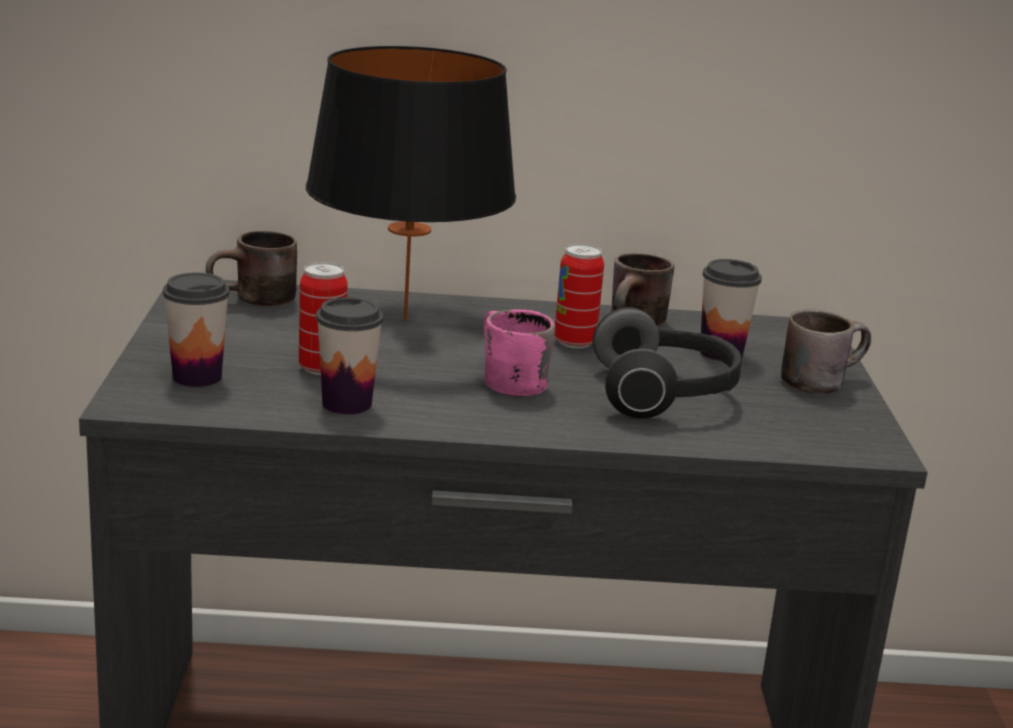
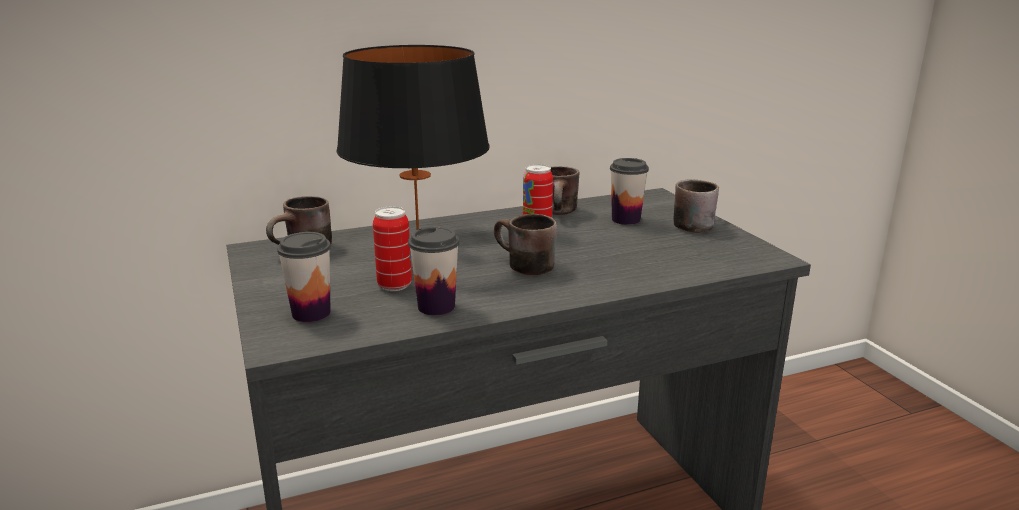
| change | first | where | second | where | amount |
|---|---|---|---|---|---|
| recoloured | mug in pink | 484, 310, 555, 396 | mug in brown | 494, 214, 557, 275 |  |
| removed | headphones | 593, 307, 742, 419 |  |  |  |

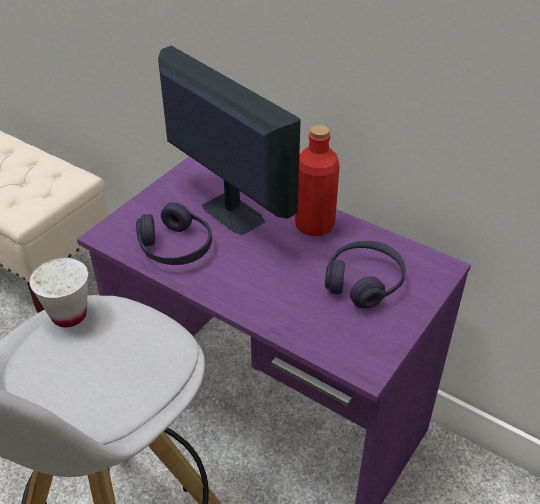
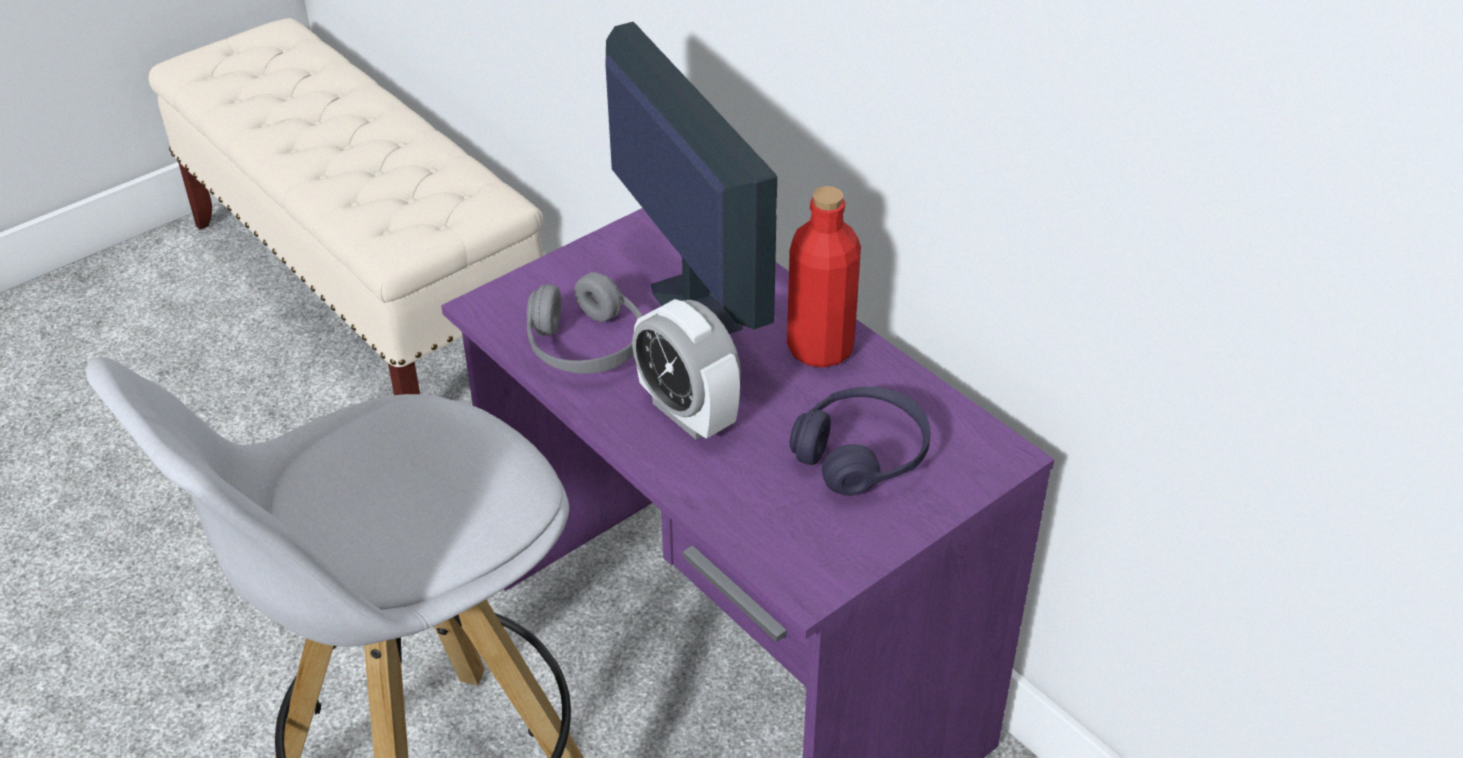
| change | first | where | second | where | amount |
|---|---|---|---|---|---|
| recoloured | headphones in purple | 136, 202, 212, 265 | headphones in grey | 527, 272, 642, 374 |  |
| added |  |  | alarm clock | 632, 299, 741, 440 |  |
| removed | cup in white | 29, 258, 88, 327 |  |  |  |

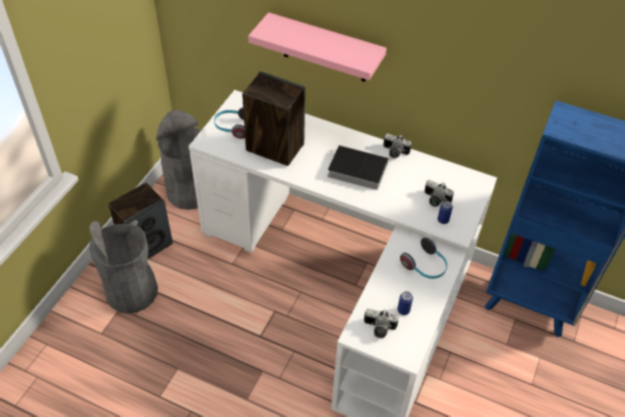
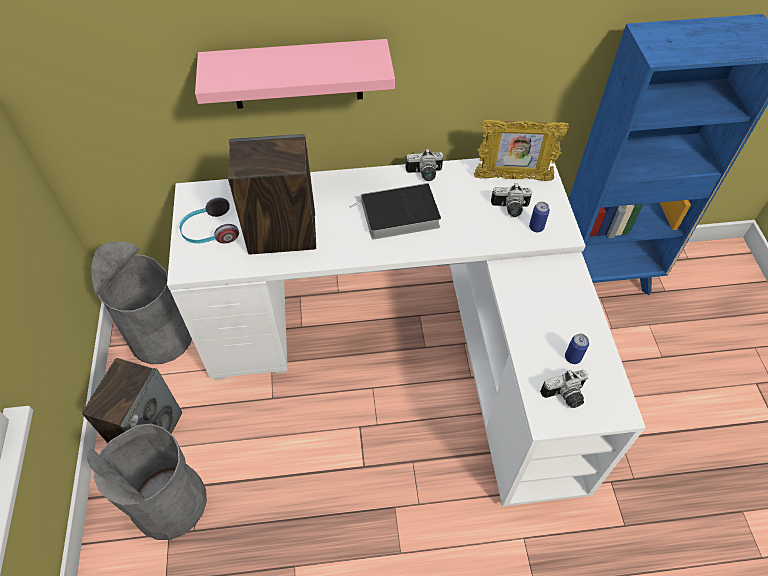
| change | first | where | second | where | amount |
|---|---|---|---|---|---|
| added |  |  | picture frame | 474, 120, 569, 181 |  |
| removed | headphones | 400, 237, 447, 279 |  |  |  |

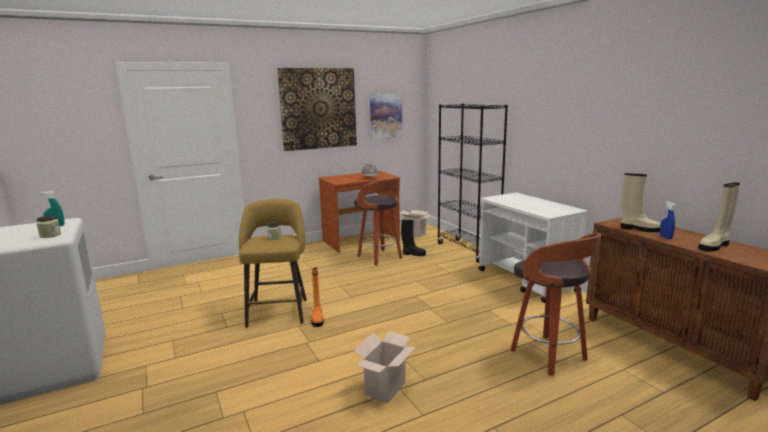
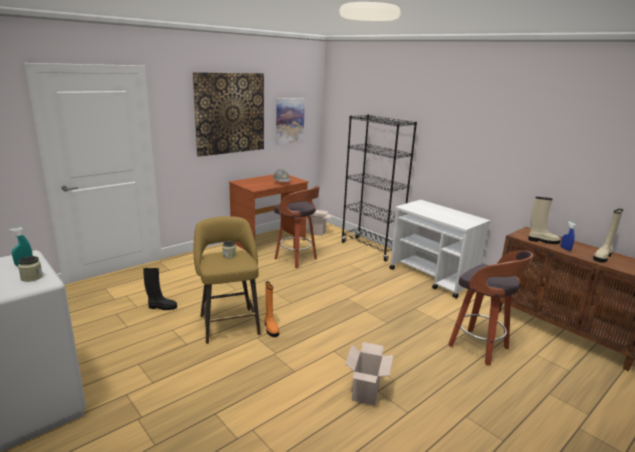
| change | first | where | second | where | amount |
|---|---|---|---|---|---|
| moved | boot in black | 401, 220, 426, 256 |  | 143, 268, 177, 310 |  |

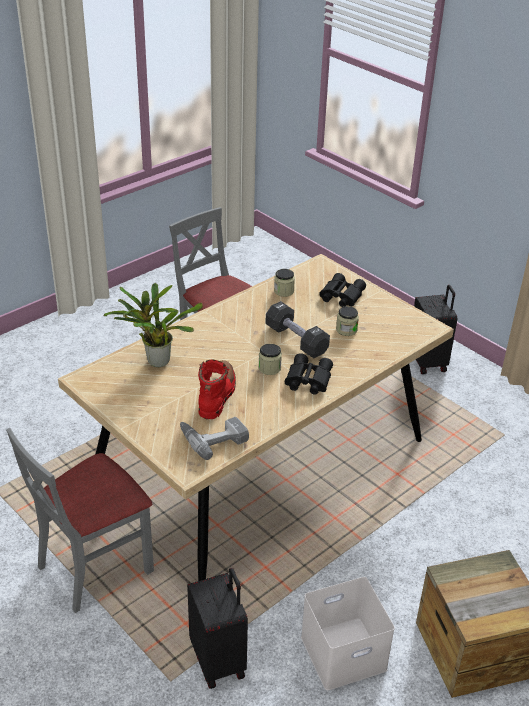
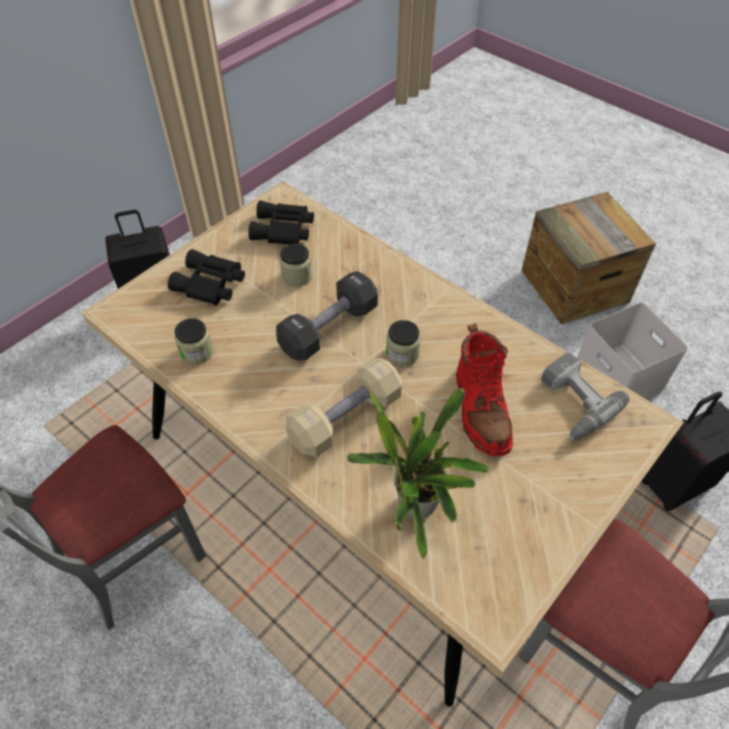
| change | first | where | second | where | amount |
|---|---|---|---|---|---|
| moved | binoculars in black | 285, 353, 333, 395 |  | 248, 200, 314, 245 |  |
| added |  |  | dumbbell in beige | 286, 358, 402, 457 |  |
| turned | boot in red | 198, 359, 236, 419 |  | 456, 323, 513, 456 | 105 degrees counterclockwise |

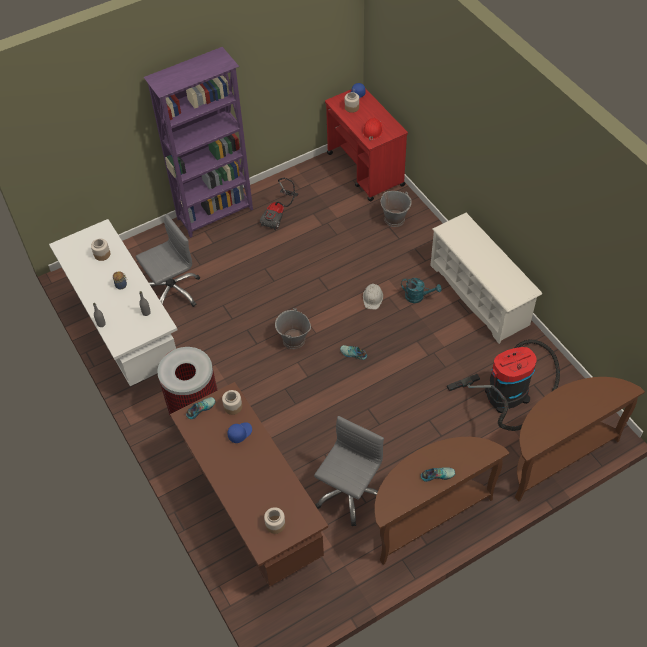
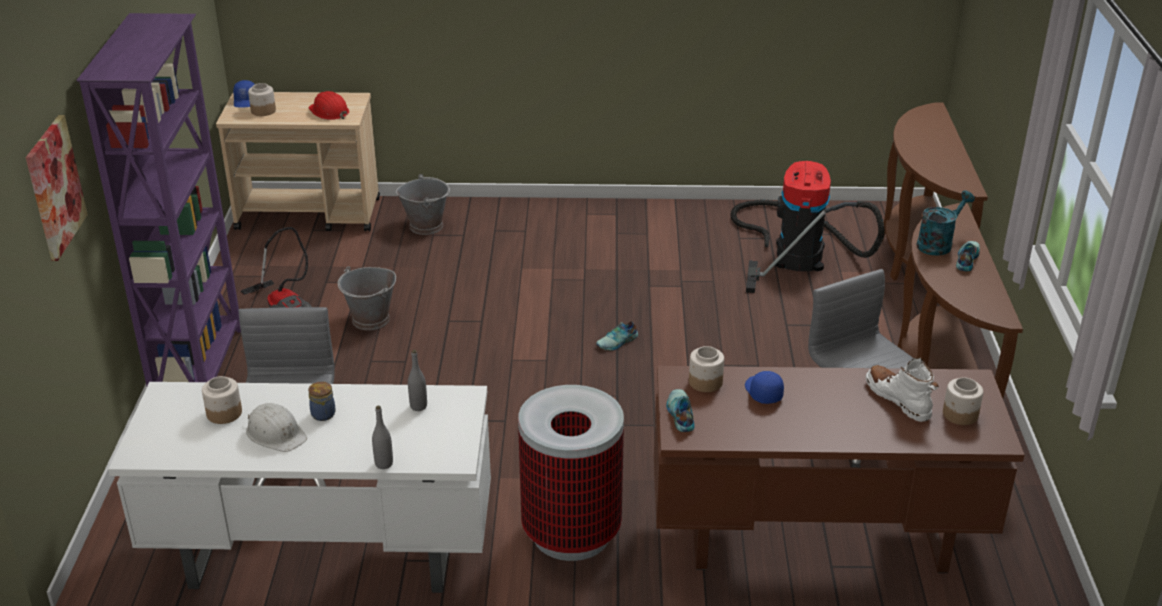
| change | first | where | second | where | amount |
|---|---|---|---|---|---|
| added |  |  | picture | 26, 115, 88, 261 |  |
| recoloured | cart in red | 325, 88, 408, 201 | cart in beige | 216, 92, 380, 231 |  |
| moved | hard hat in white | 363, 283, 383, 310 |  | 246, 403, 307, 452 |  |
| moved | bucket in grey | 275, 308, 311, 349 |  | 338, 266, 396, 330 |  |
| added |  |  | boot in white | 866, 358, 939, 422 |  |
| moved | watering can in turquoise | 401, 278, 442, 303 |  | 917, 190, 975, 255 |  |
| removed | shoe rack in white | 430, 213, 542, 344 |  |  |  |

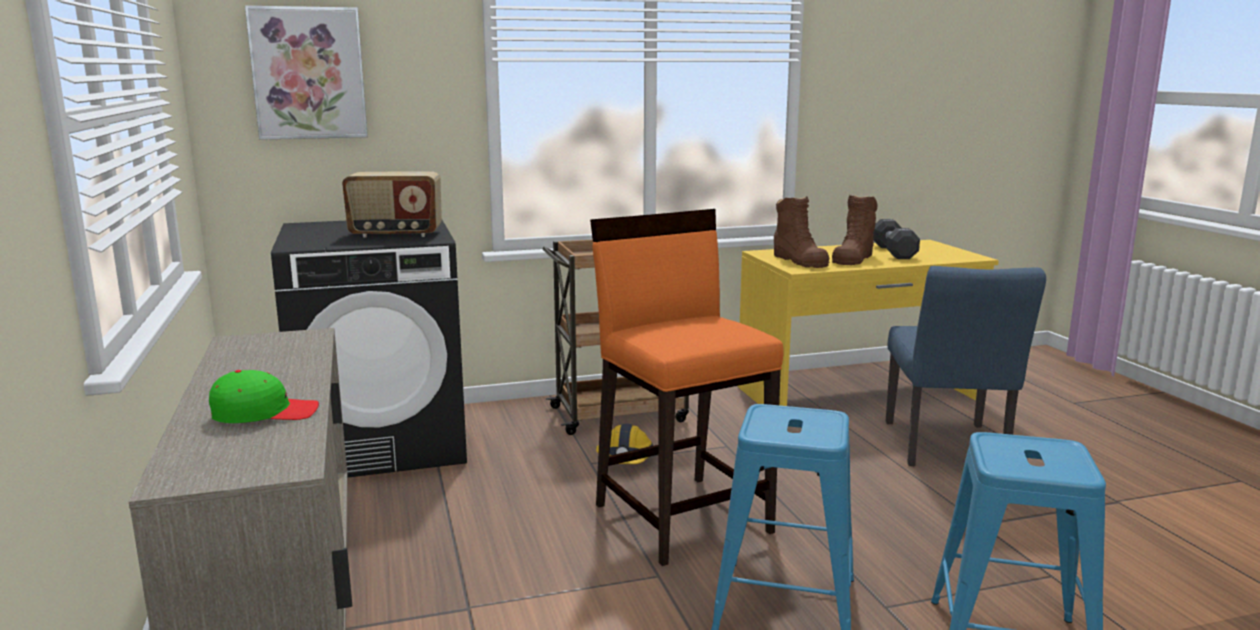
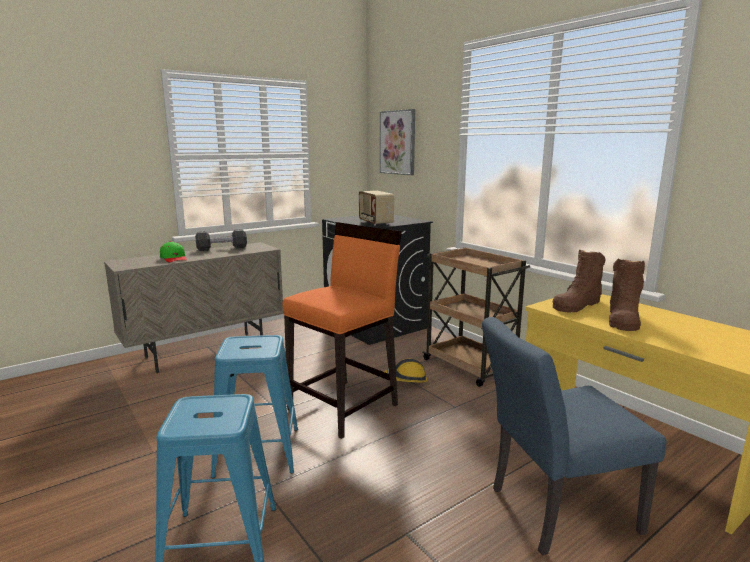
| change | first | where | second | where | amount |
|---|---|---|---|---|---|
| moved | dumbbell in black | 873, 219, 920, 259 |  | 195, 229, 247, 251 |  |
| turned | boot in brown | 832, 195, 878, 265 |  | 609, 259, 645, 331 | 75 degrees counterclockwise |

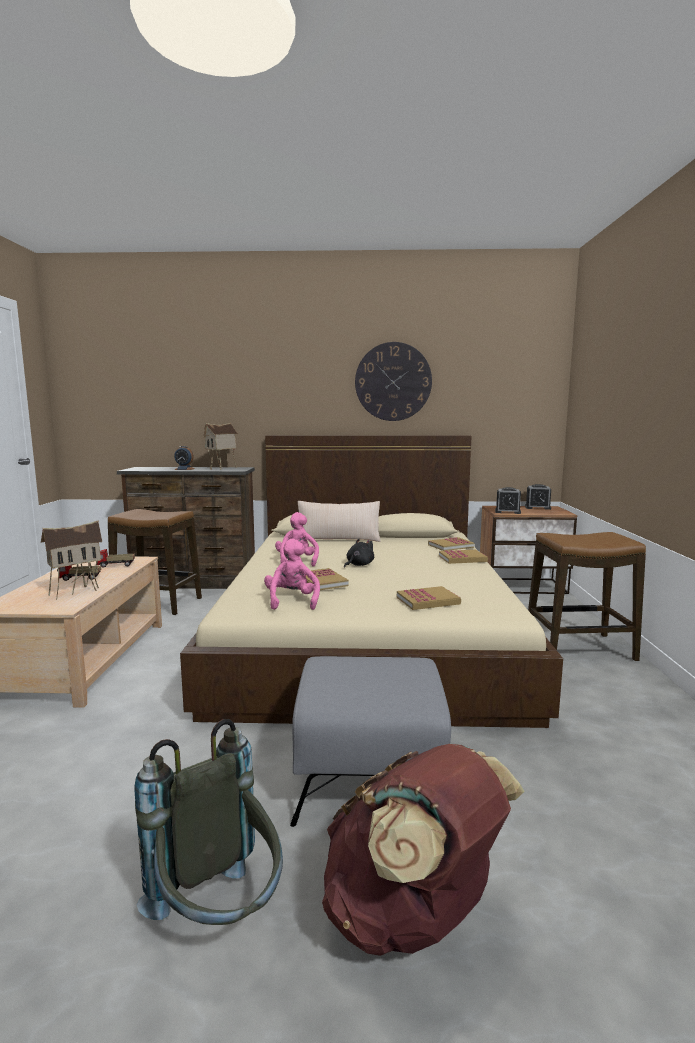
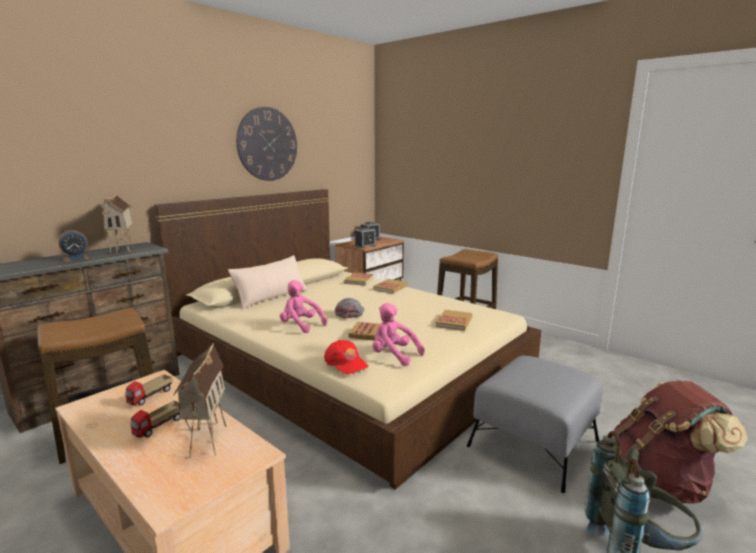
| change | first | where | second | where | amount |
|---|---|---|---|---|---|
| added |  |  | cap in red | 324, 340, 368, 374 |  |
| replaced | plush toy in black | 344, 539, 374, 568 | cap in grey | 335, 298, 365, 319 |  |

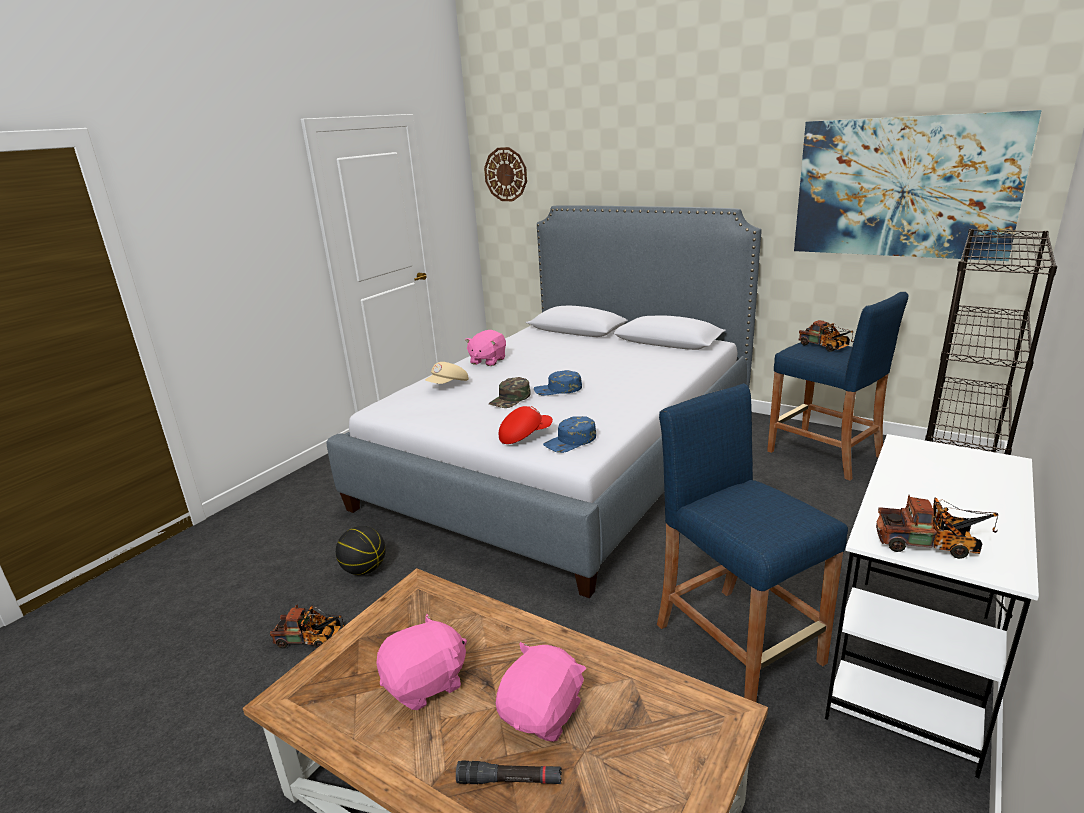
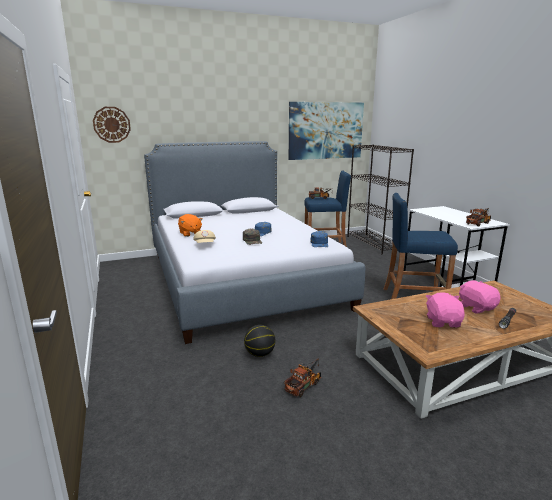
| change | first | where | second | where | amount |
|---|---|---|---|---|---|
| recoloured | plush toy in pink | 465, 330, 506, 366 | plush toy in orange | 178, 214, 202, 237 |  |
| removed | cap in red | 499, 406, 553, 444 |  |  |  |

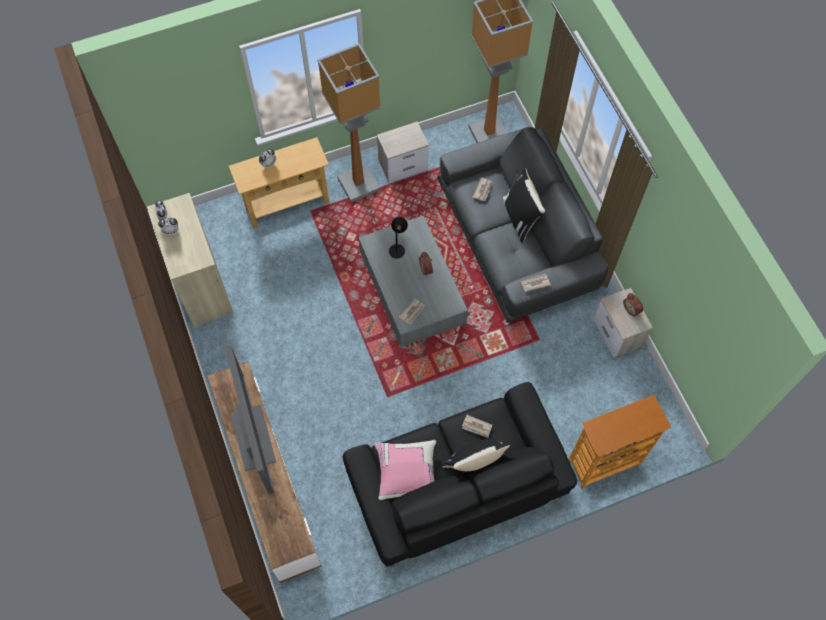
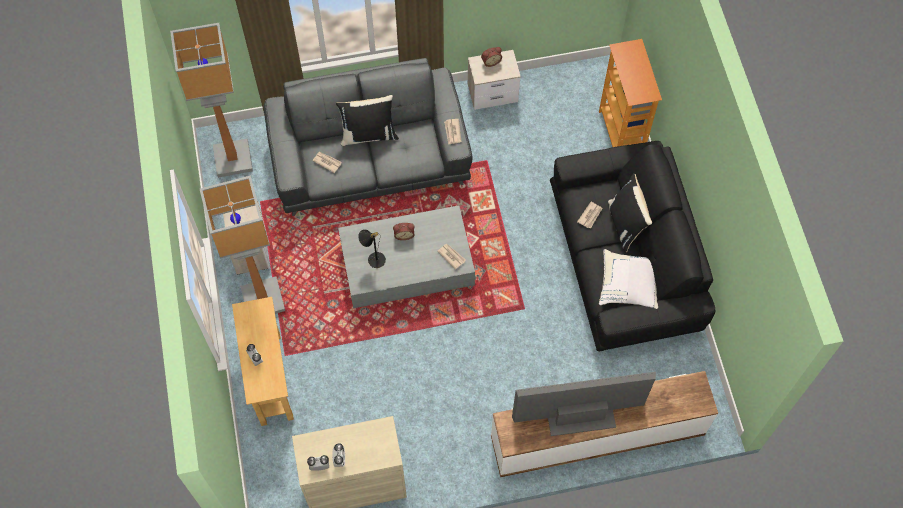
| change | first | where | second | where | amount |
|---|---|---|---|---|---|
| recoloured | pillow in pink | 374, 440, 437, 500 | pillow in white | 599, 249, 658, 309 |  |

